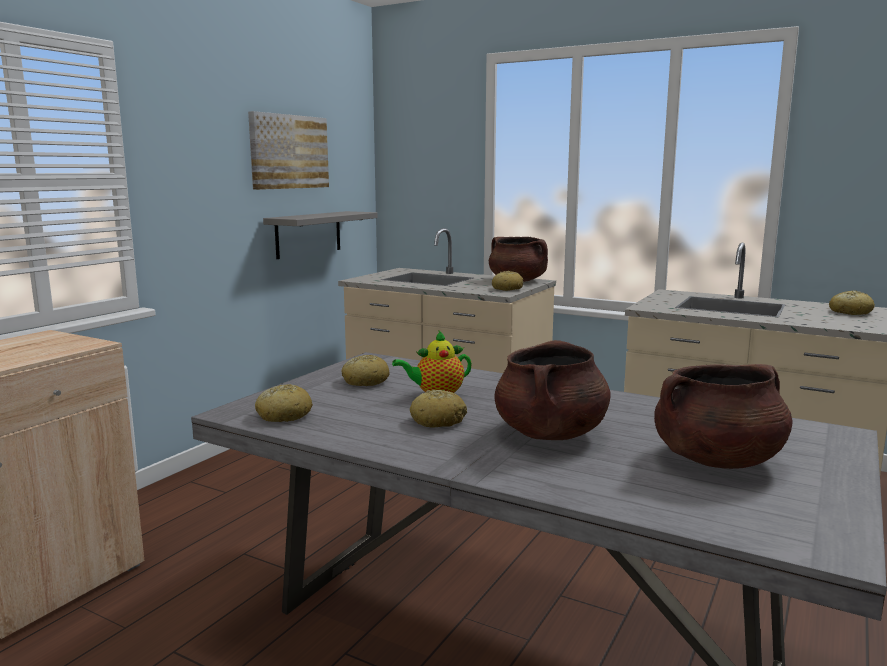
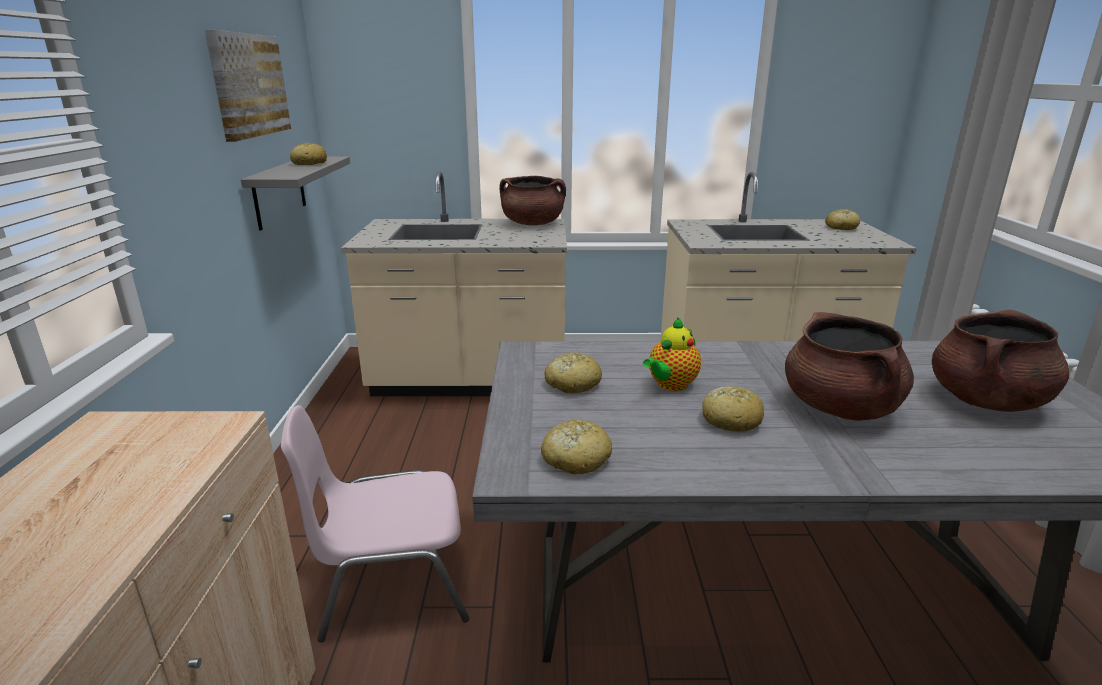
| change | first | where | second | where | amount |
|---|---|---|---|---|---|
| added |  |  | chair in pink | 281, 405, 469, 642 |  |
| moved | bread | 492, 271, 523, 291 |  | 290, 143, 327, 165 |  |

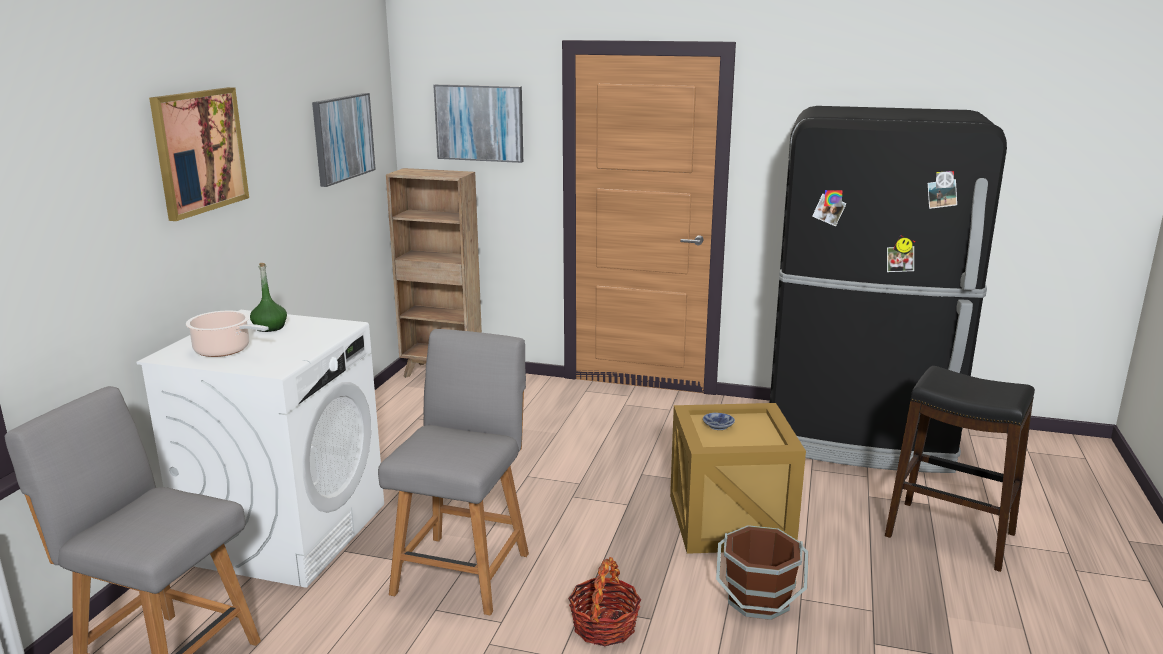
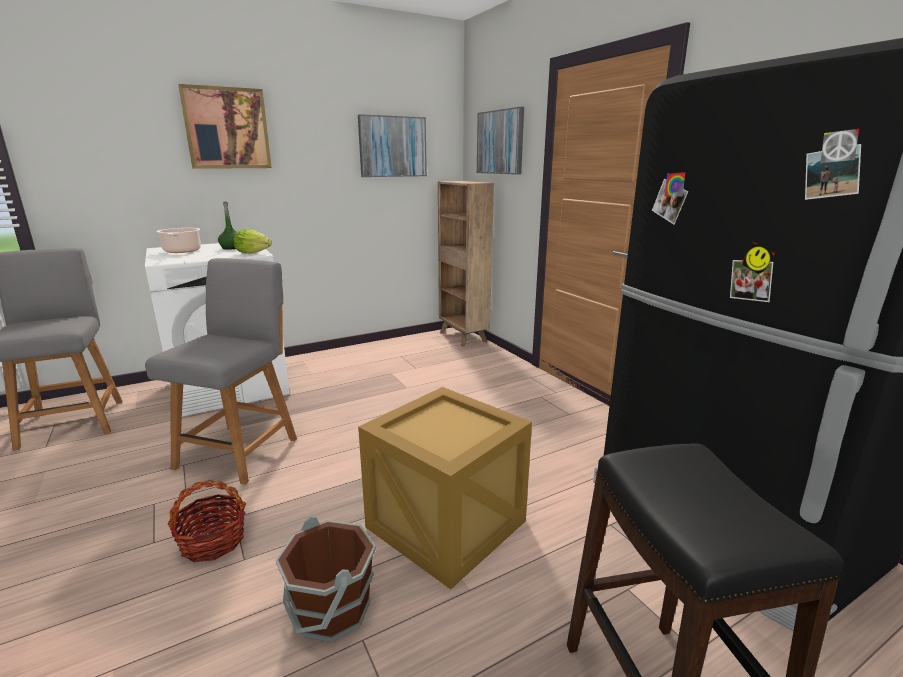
| change | first | where | second | where | amount |
|---|---|---|---|---|---|
| turned | chair in grey | 378, 329, 529, 615 |  | 145, 258, 297, 485 | 45 degrees counterclockwise |
| added |  |  | lettuce | 234, 229, 272, 254 |  |
| removed | bowl | 703, 413, 735, 430 |  |  |  |

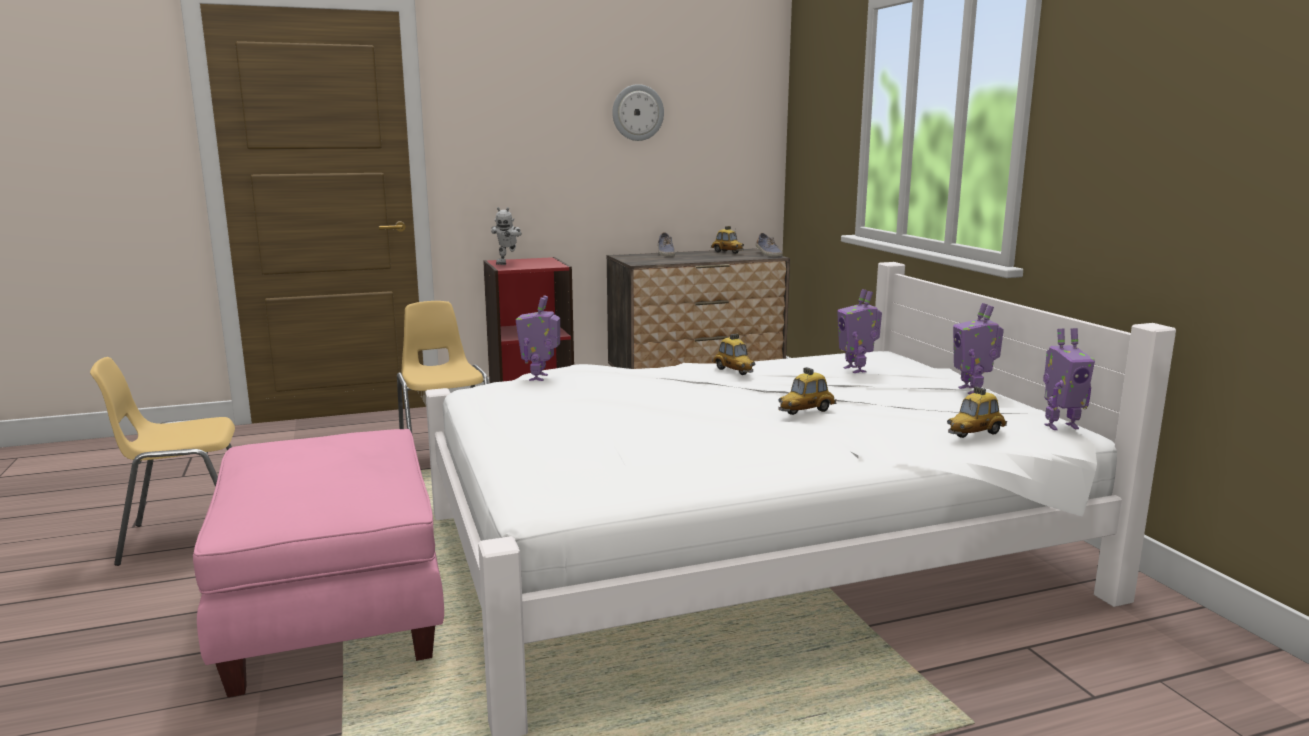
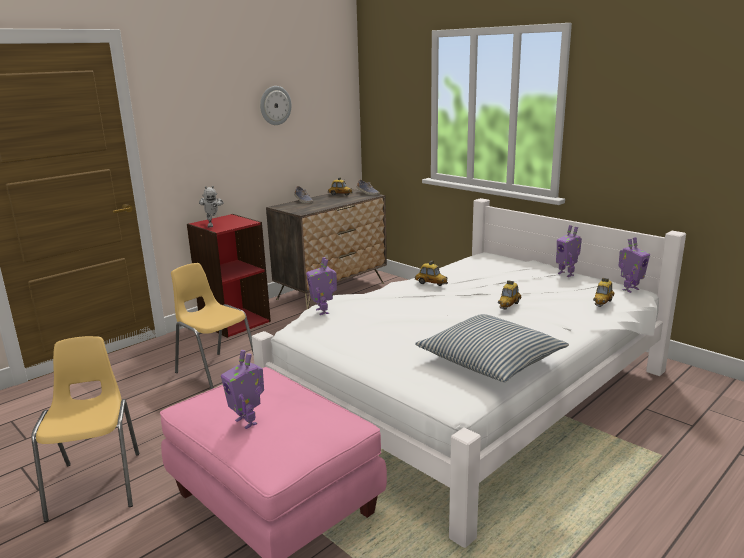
| change | first | where | second | where | amount |
|---|---|---|---|---|---|
| turned | chair in yellow | 90, 357, 235, 566 |  | 31, 336, 139, 522 | 120 degrees clockwise |
| moved | toy robot | 837, 289, 882, 373 |  | 221, 350, 264, 429 |  |
| added |  |  | pillow | 415, 314, 569, 382 |  |

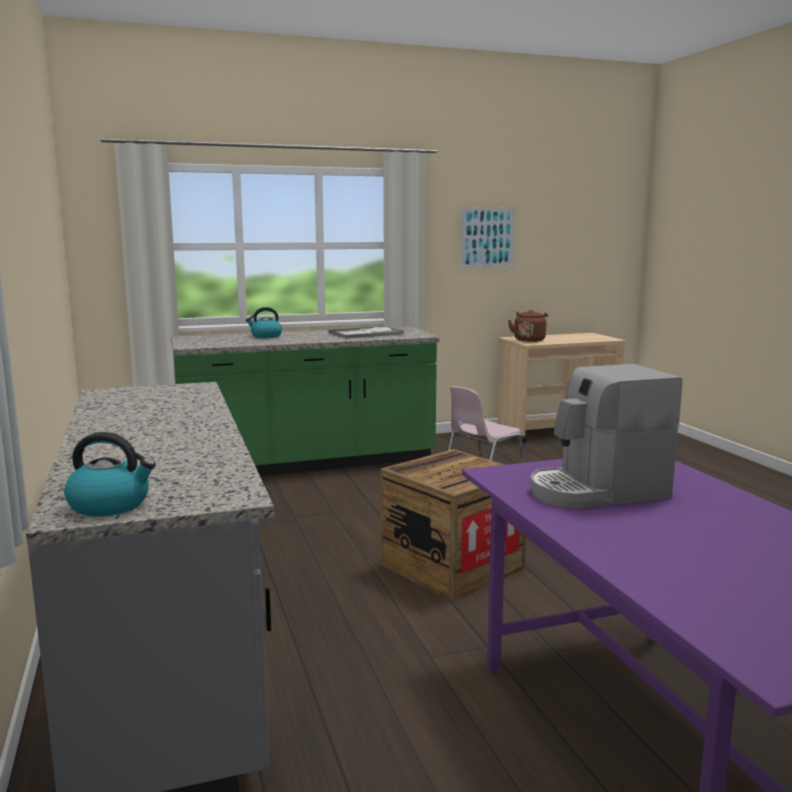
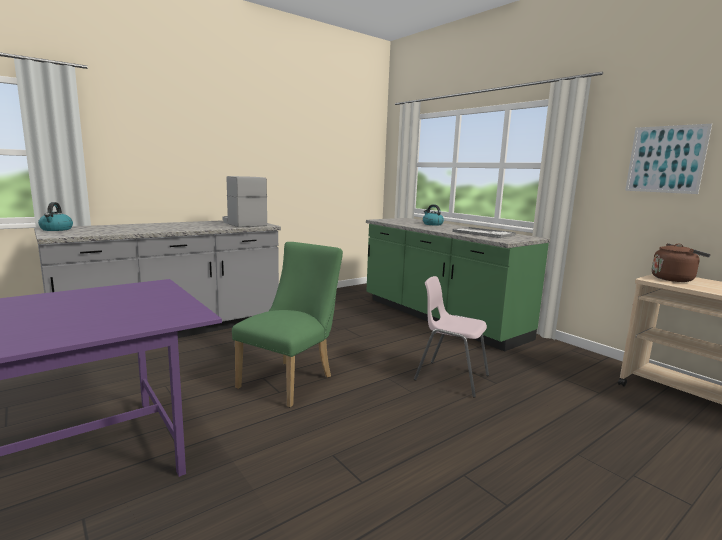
| change | first | where | second | where | amount |
|---|---|---|---|---|---|
| moved | coffee machine | 530, 364, 682, 509 |  | 223, 176, 267, 227 |  |
| replaced | crate | 380, 449, 526, 602 | chair in green | 232, 242, 343, 407 |  |

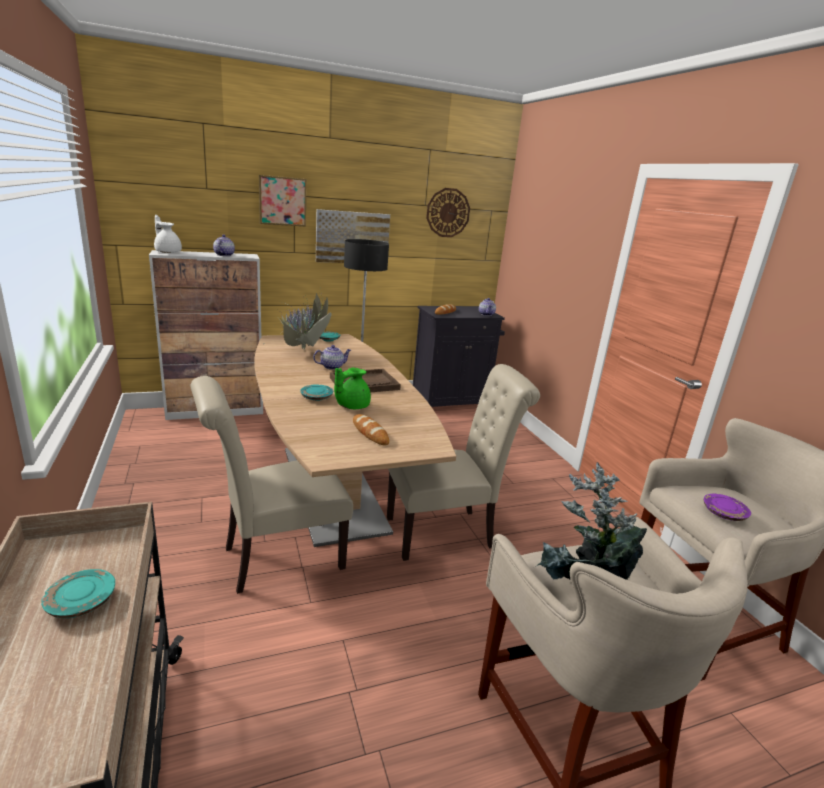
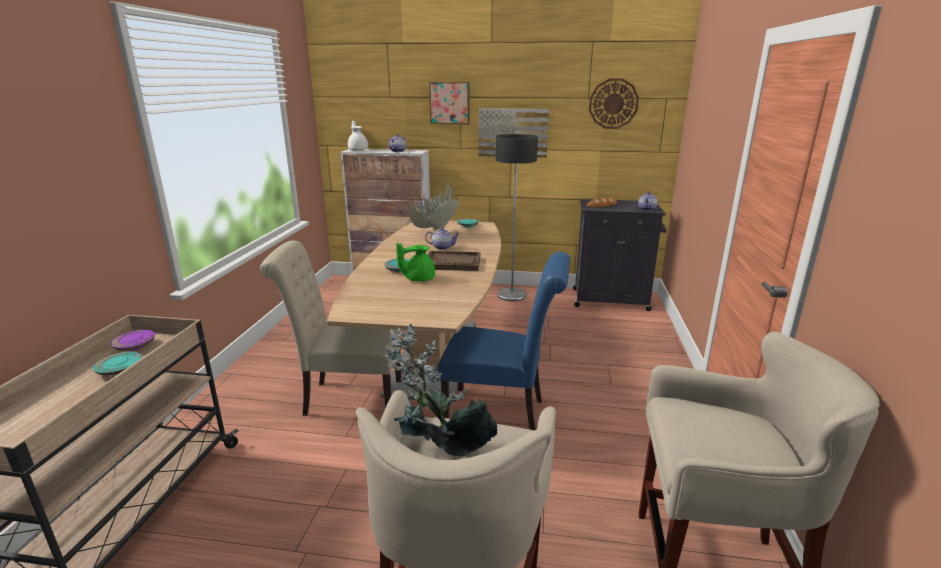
| change | first | where | second | where | amount |
|---|---|---|---|---|---|
| moved | plate in purple | 704, 494, 751, 521 |  | 111, 330, 155, 351 |  |
| recoloured | chair in beige | 387, 364, 540, 561 | chair in blue | 438, 252, 571, 430 |  |
| removed | bread | 353, 414, 389, 445 |  |  |  |

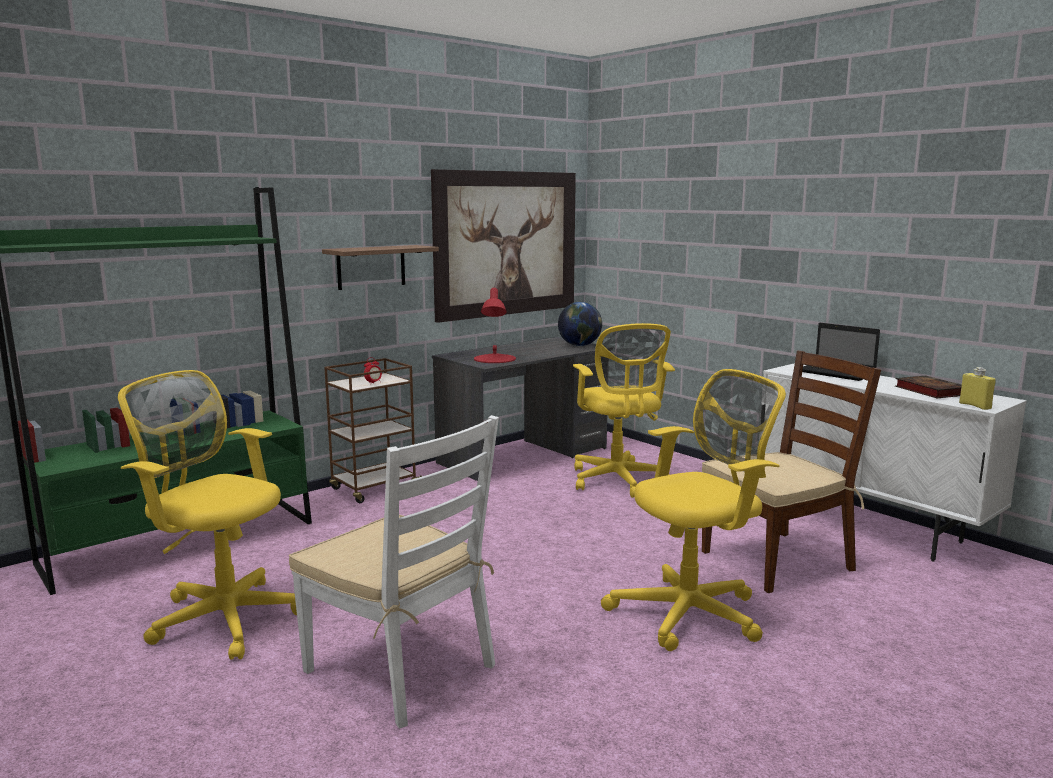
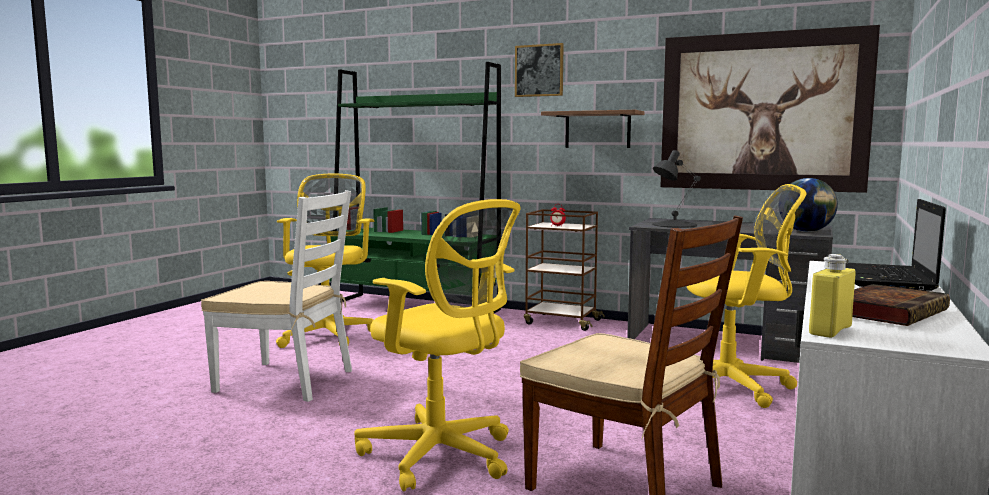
| change | first | where | second | where | amount |
|---|---|---|---|---|---|
| turned | chair in white | 289, 415, 499, 729 |  | 201, 190, 352, 402 | 90 degrees counterclockwise |
| added |  |  | picture | 515, 43, 564, 97 |  |
| recoloured | table lamp in red | 474, 288, 516, 363 | table lamp in black | 652, 150, 701, 228 |  |
| turned | office chair in yellow | 573, 323, 675, 498 |  | 687, 184, 806, 408 | 135 degrees counterclockwise |

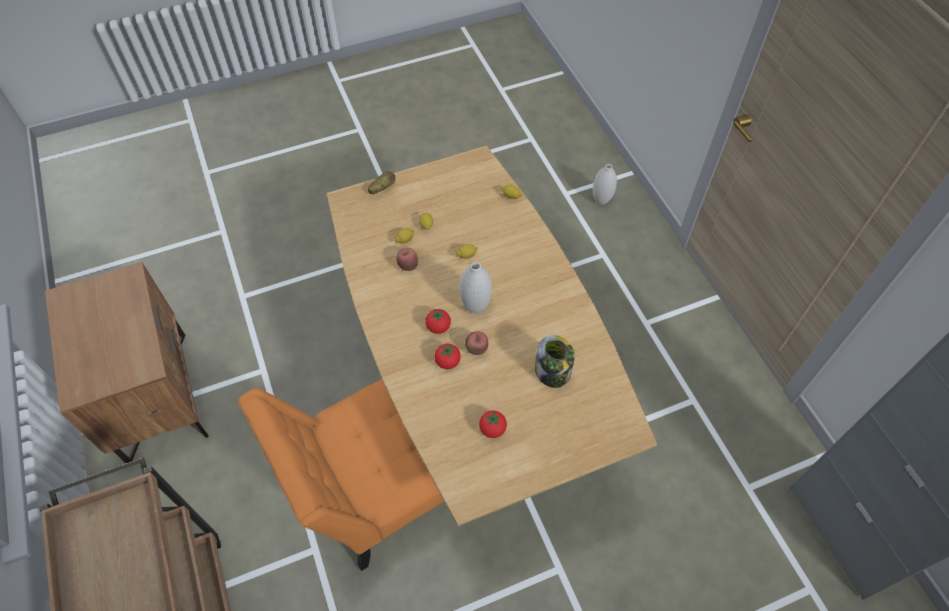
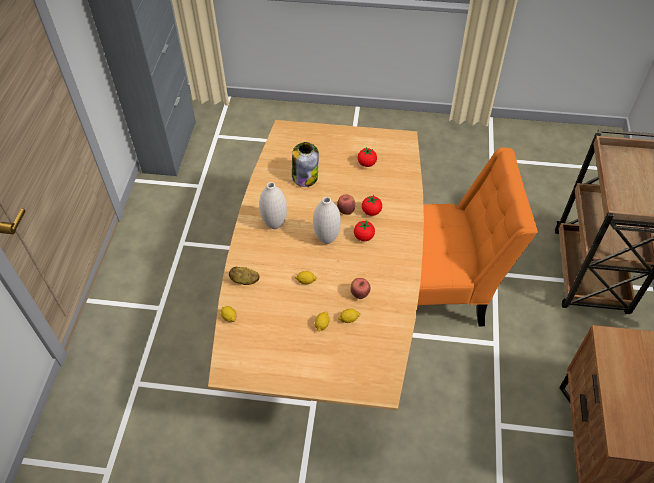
| change | first | where | second | where | amount |
|---|---|---|---|---|---|
| moved | potato | 368, 171, 395, 194 |  | 229, 267, 260, 285 |  |
| moved | vase in white | 593, 164, 617, 205 |  | 259, 182, 287, 229 |  |

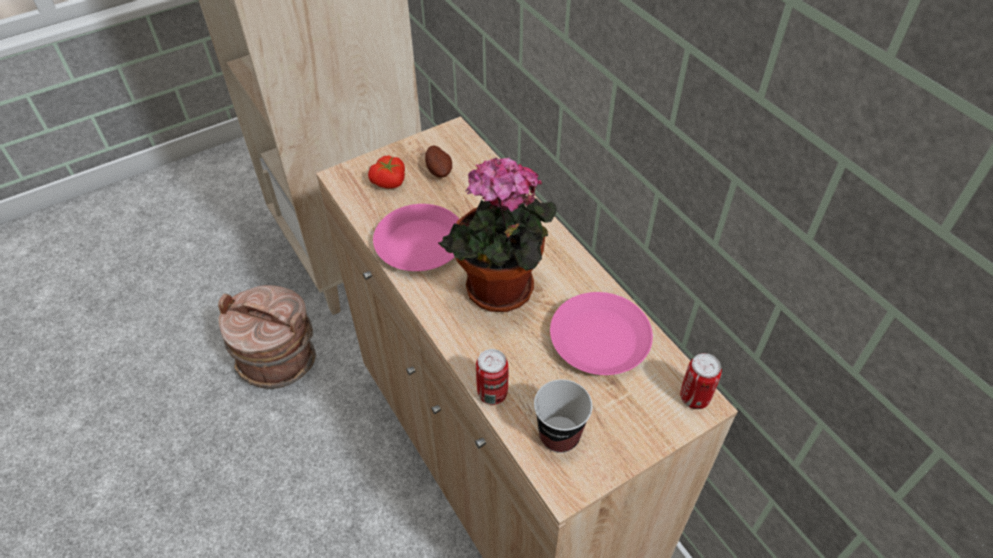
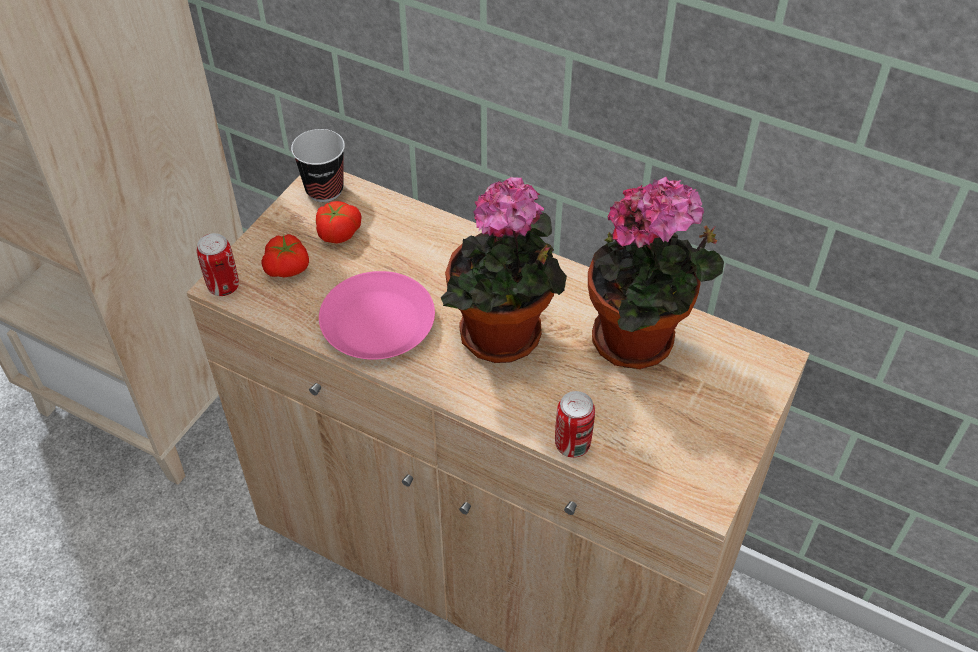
| change | first | where | second | where | amount |
|---|---|---|---|---|---|
| moved | can | 680, 353, 722, 409 |  | 197, 233, 239, 296 |  |
| moved | cup | 534, 379, 592, 453 |  | 291, 129, 345, 202 |  |
| replaced | potato | 425, 145, 452, 178 | tomato | 316, 201, 362, 244 |  |
| replaced | plate in pink | 550, 292, 653, 375 | potted plant | 588, 177, 724, 369 |  |
| removed | bucket in brown | 218, 285, 316, 389 |  |  |  |

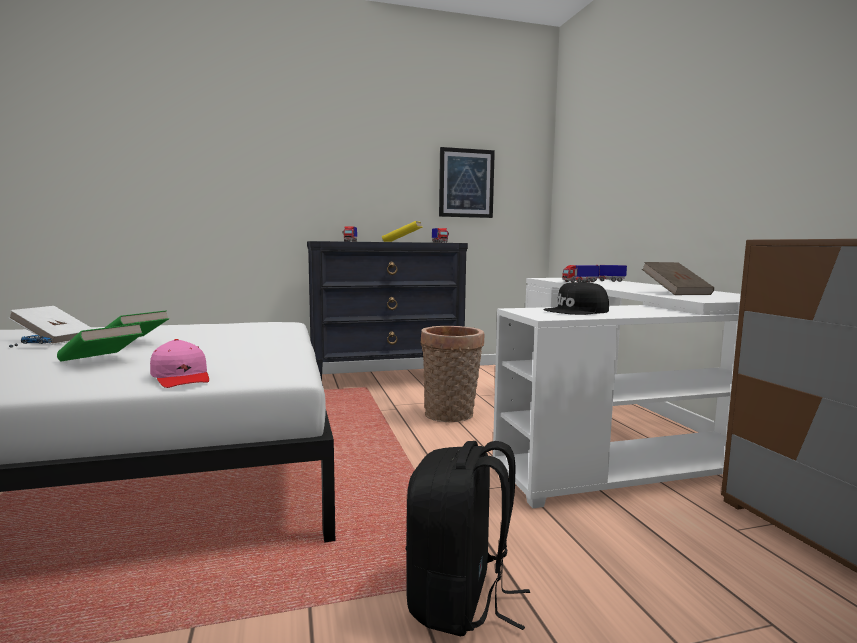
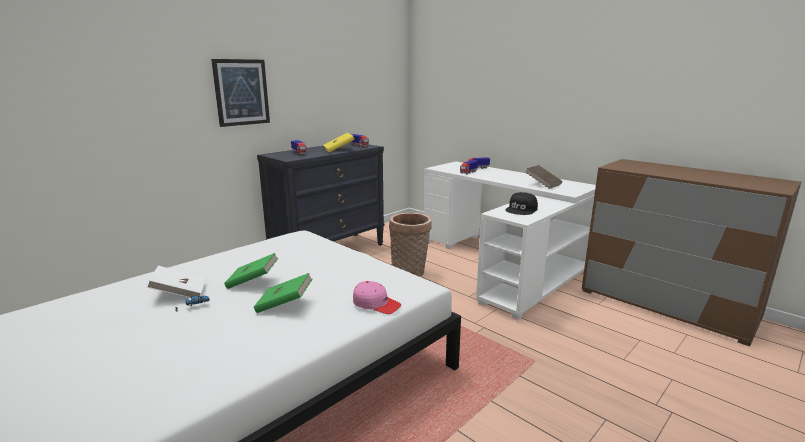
| change | first | where | second | where | amount |
|---|---|---|---|---|---|
| moved | picture | 439, 147, 495, 218 |  | 211, 59, 270, 127 |  |
| removed | backpack in black | 406, 441, 530, 637 |  |  |  |

